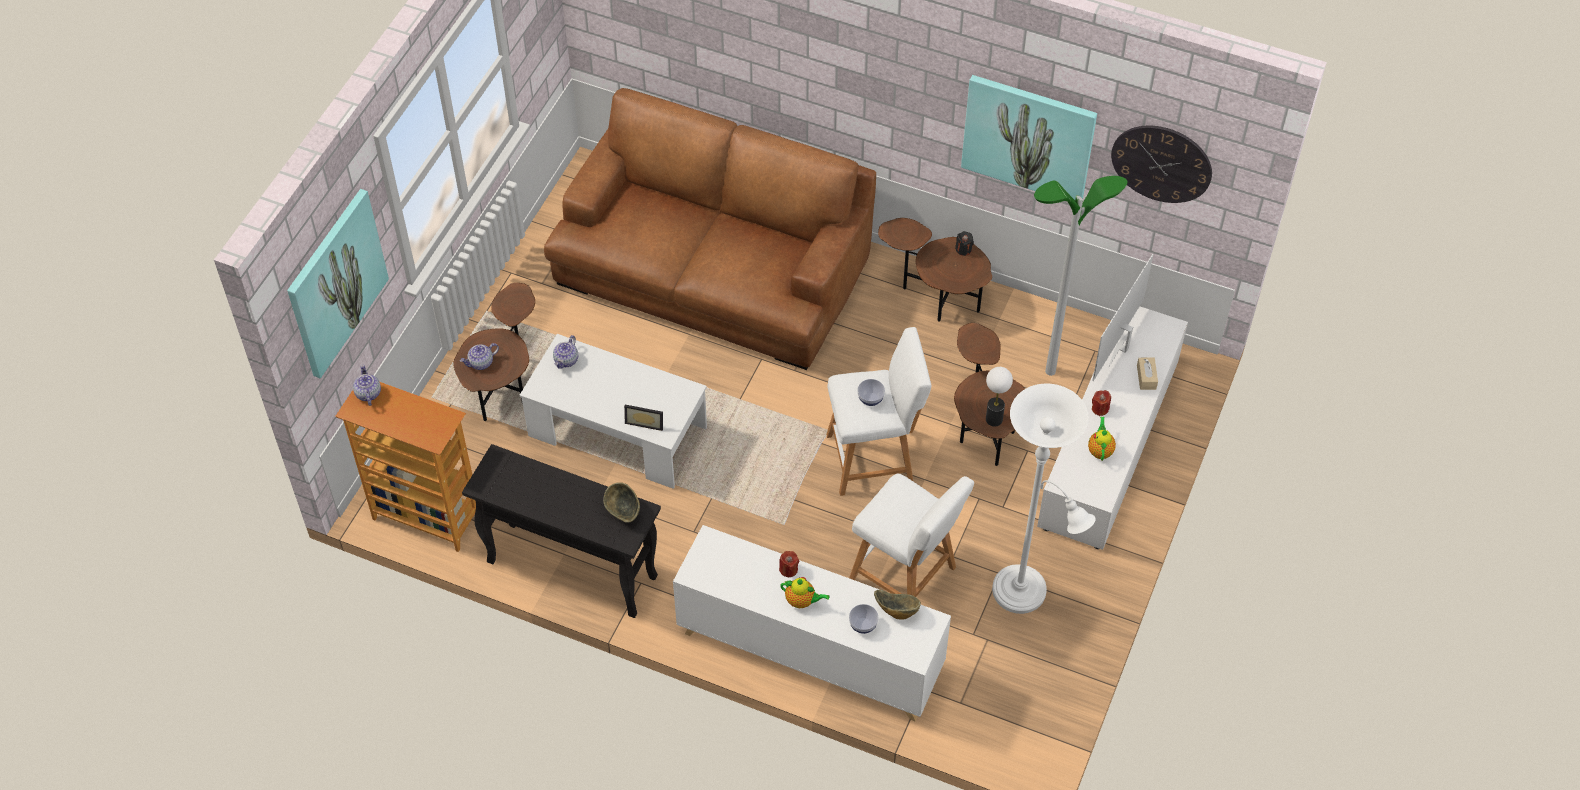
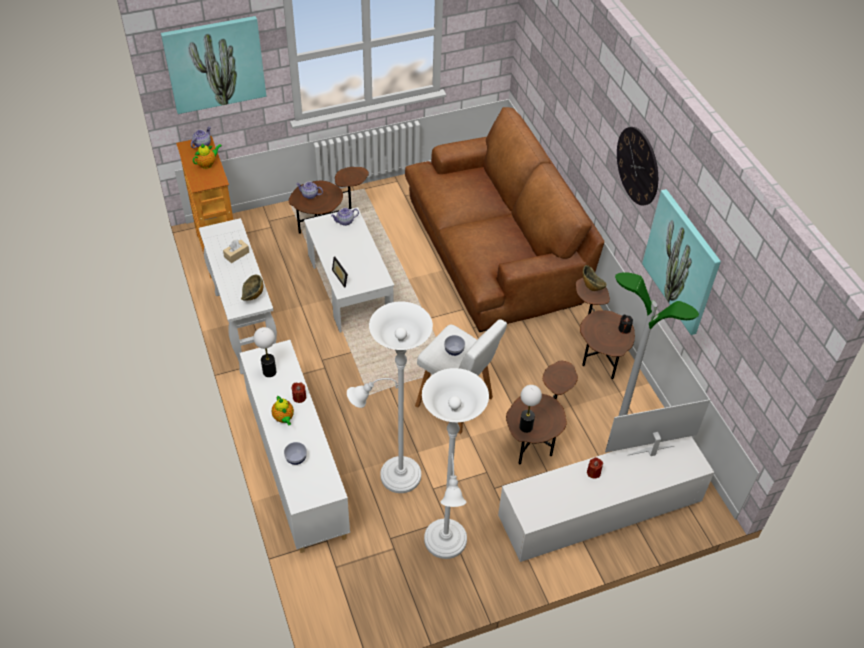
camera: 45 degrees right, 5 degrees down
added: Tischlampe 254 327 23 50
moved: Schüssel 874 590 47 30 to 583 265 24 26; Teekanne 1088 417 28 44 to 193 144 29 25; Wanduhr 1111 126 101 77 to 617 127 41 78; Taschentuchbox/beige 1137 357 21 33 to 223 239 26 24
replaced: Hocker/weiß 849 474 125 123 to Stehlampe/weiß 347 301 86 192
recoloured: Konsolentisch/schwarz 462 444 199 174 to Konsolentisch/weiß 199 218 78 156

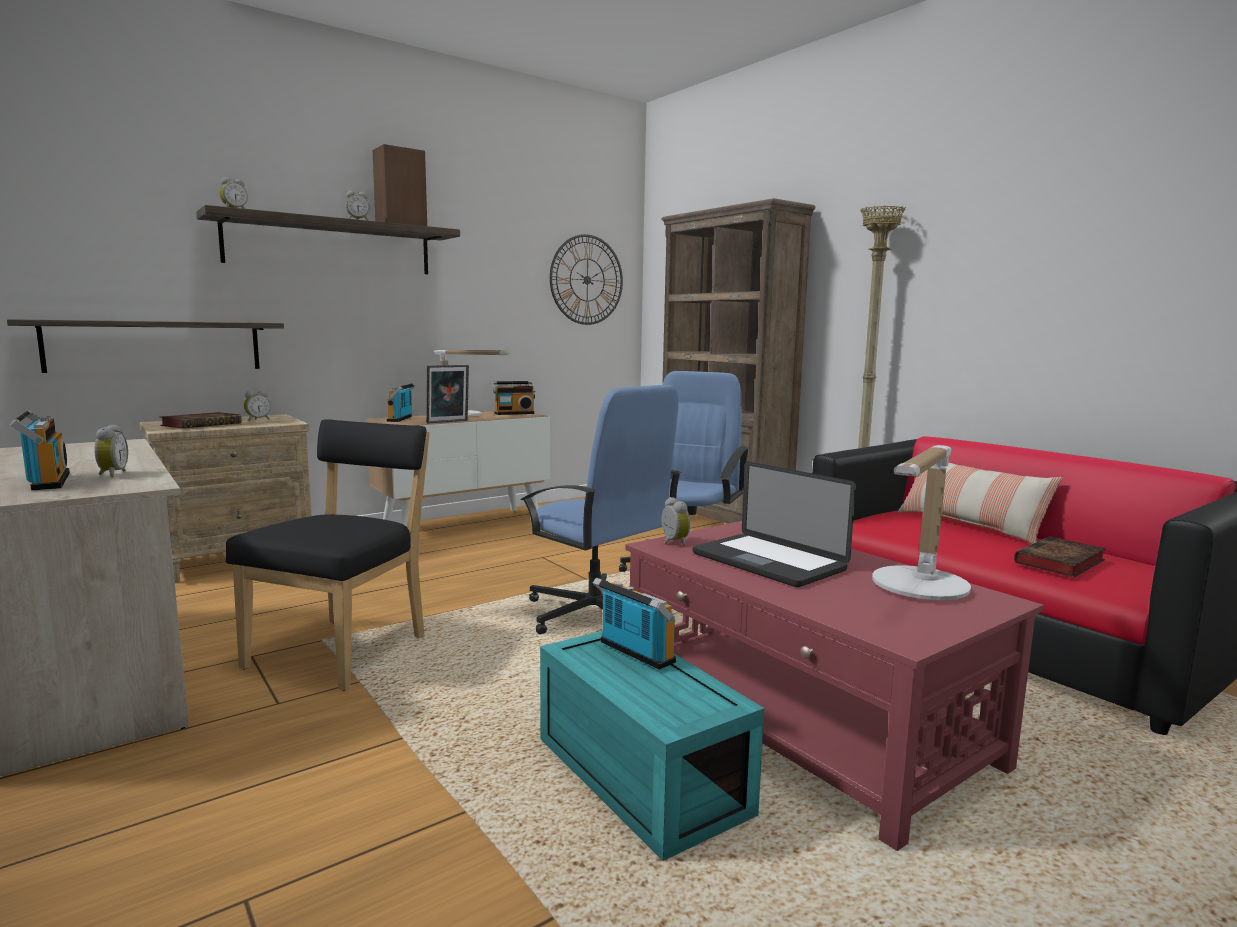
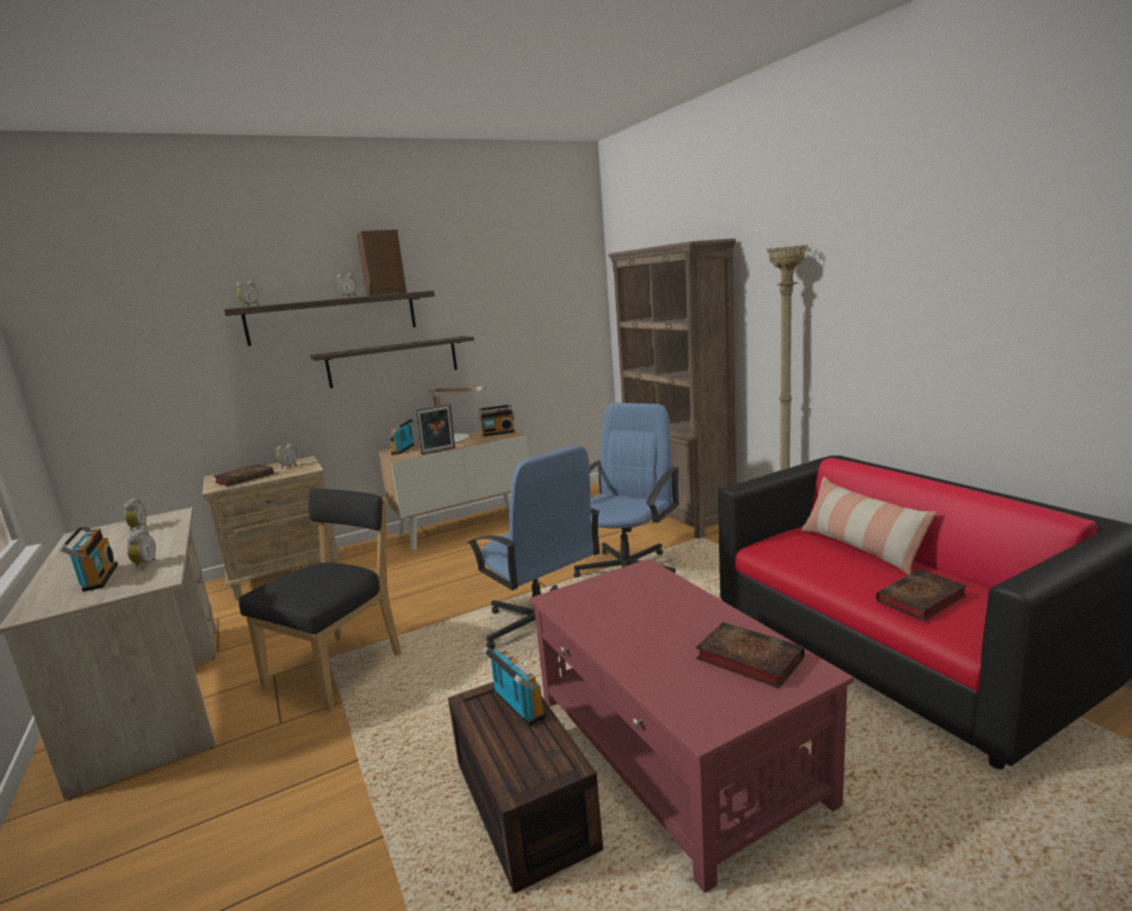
camera: 10 degrees right, 5 degrees up
removed: Wanduhr 550 234 73 91; Laptop 693 462 163 125
moved: Wandregal 7 319 277 54 to 310 336 164 52; Wecker 662 497 28 49 to 124 498 22 33
replaced: Tischlampe 872 445 99 155 to Buch 696 622 109 66
recoloured: Aufbewahrungsbox/türkis 540 631 224 230 to Aufbewahrungsbox/braun 448 682 155 211

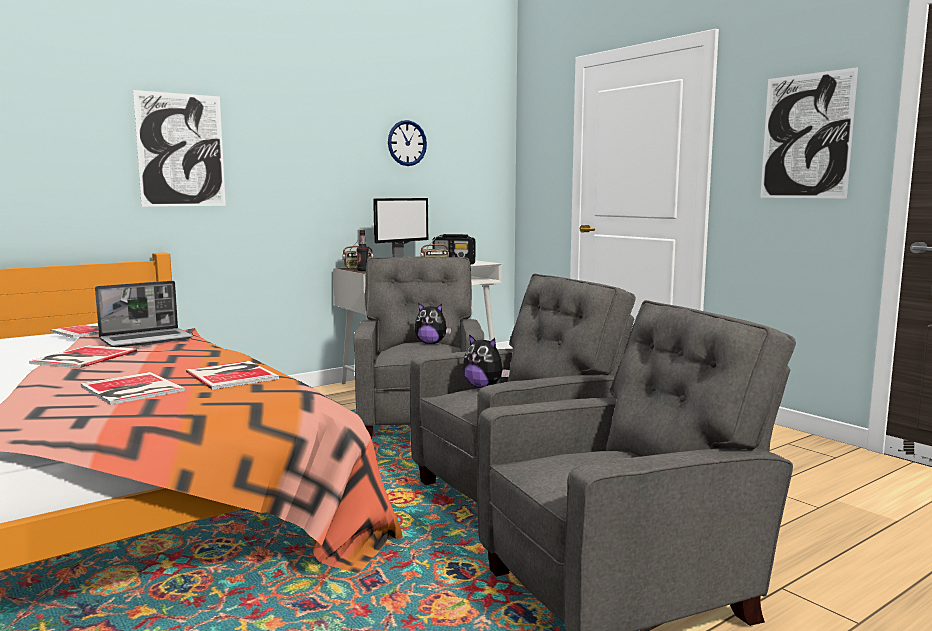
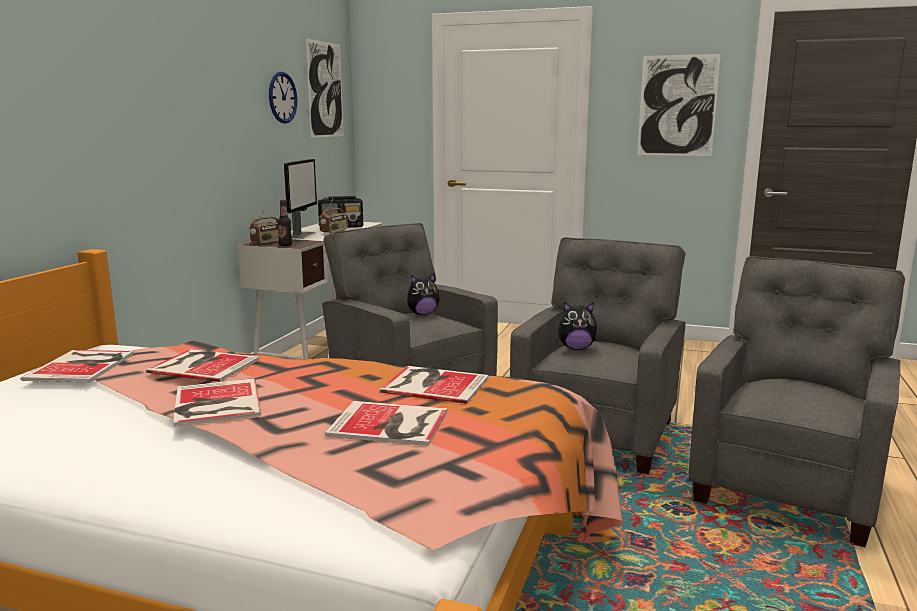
camera: 35 degrees left, 5 degrees up
moved: Bild 133 90 93 117 to 306 38 38 100
replaced: Laptop 95 281 98 66 to Buch 146 349 113 33

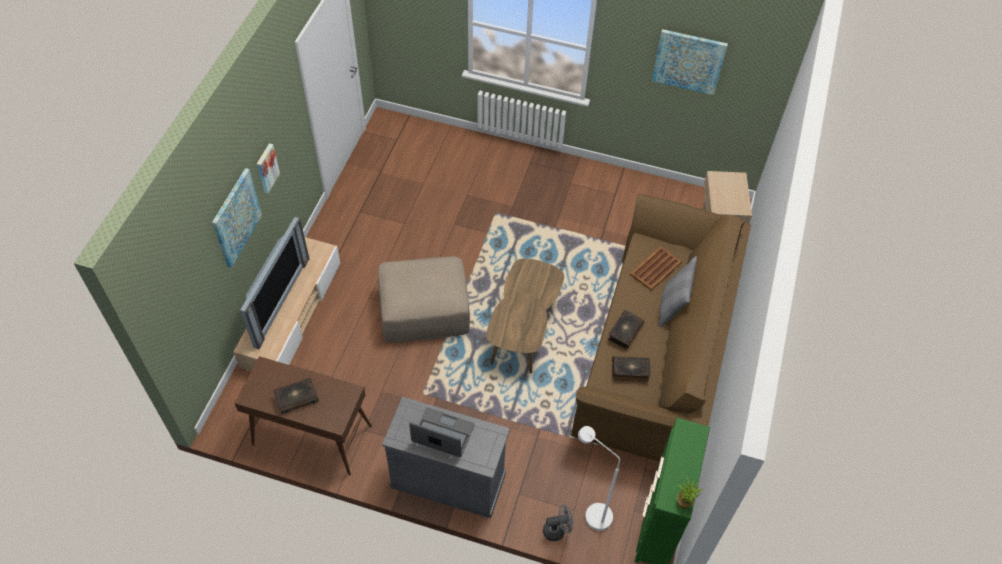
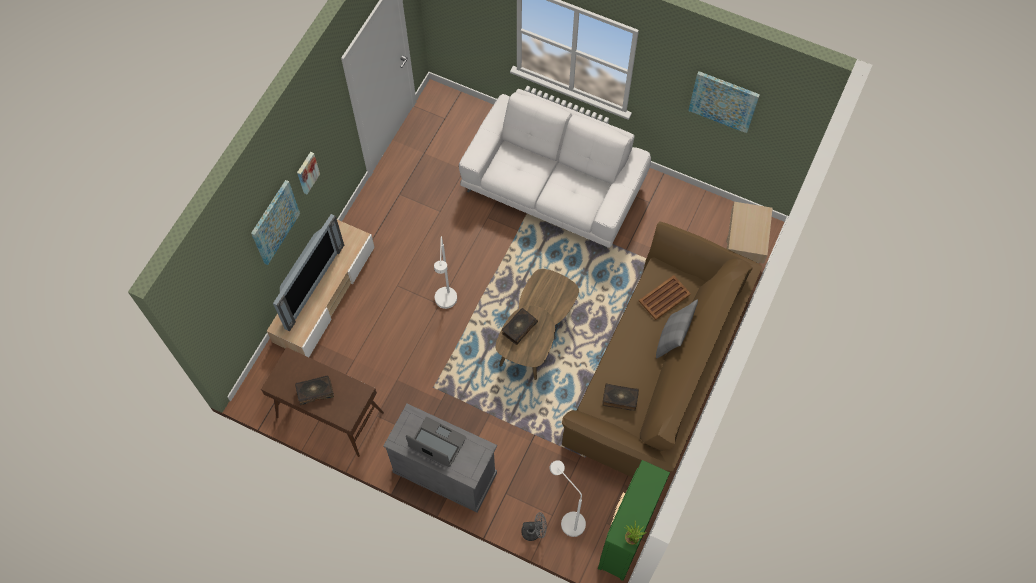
camera: 10 degrees right, 10 degrees up
added: Sofa/weiß 459 89 192 161
moved: Buch 607 310 37 39 to 502 308 36 37
replaced: Polsterhocker/beige 378 256 92 87 to Stehlampe/weiß 434 236 23 73

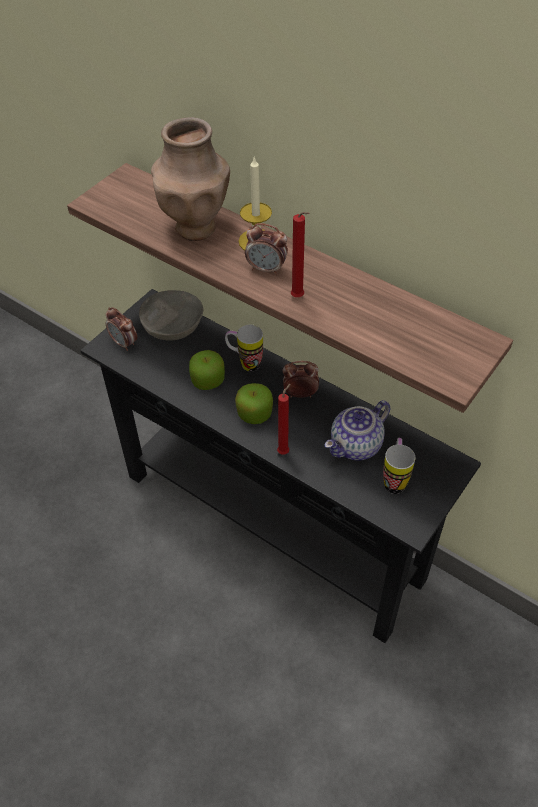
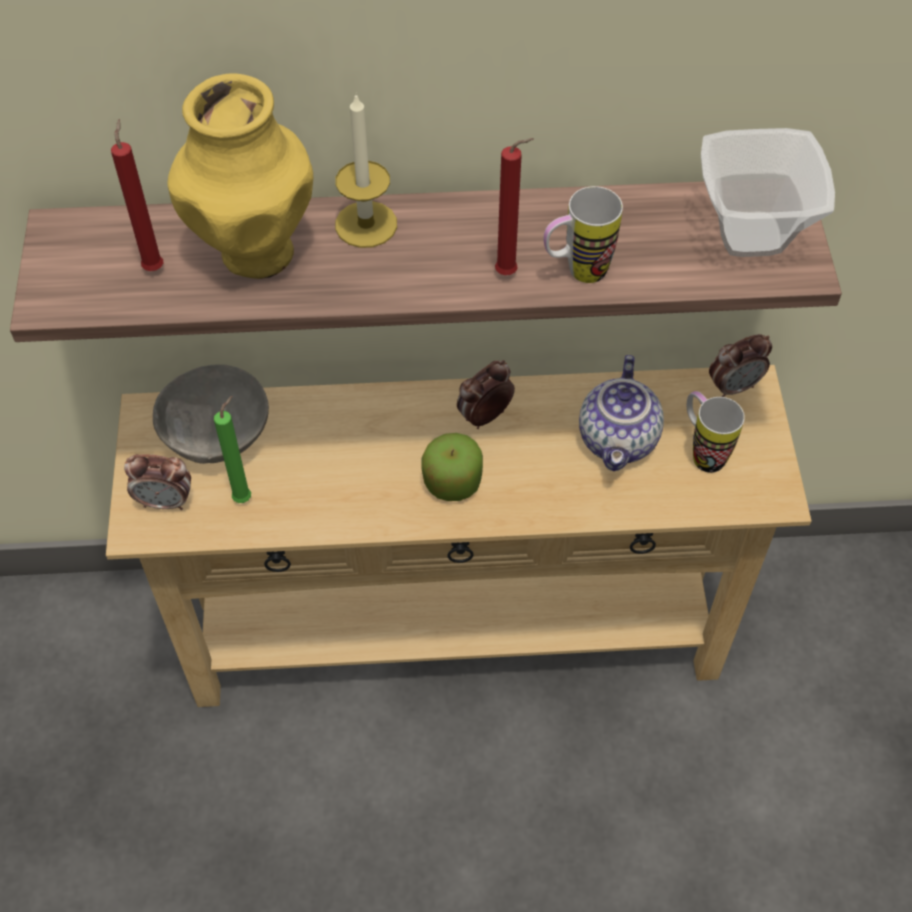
camera: 40 degrees left, 5 degrees up
removed: Apfel 189 350 36 40
added: Kerze/grün 214 396 37 107; Schüssel 701 128 134 129
moved: Henkelbecher 225 325 38 47 to 544 186 79 97; Wecker 245 223 43 52 to 709 334 63 63; Kerze/rot 277 384 13 71 to 111 119 52 152
recoloured: Konsolentisch/schwarz 80 289 401 354 to Konsolentisch/beige 106 365 705 342; Vase/braun 151 117 79 124 to Vase/gelb 167 73 146 206

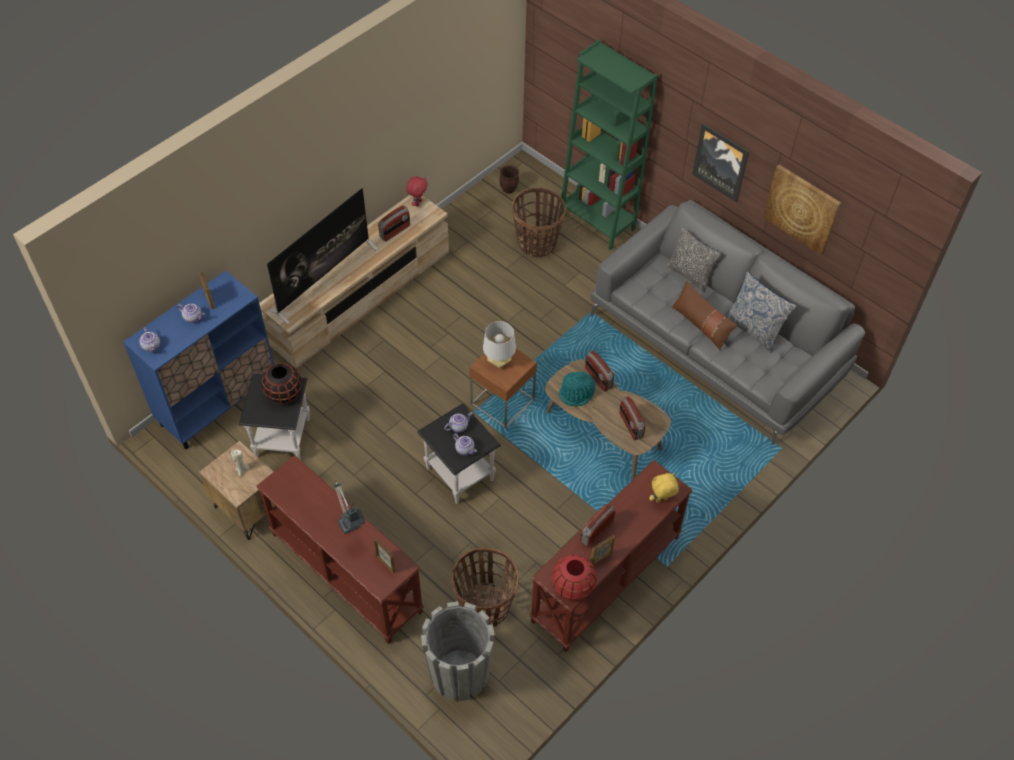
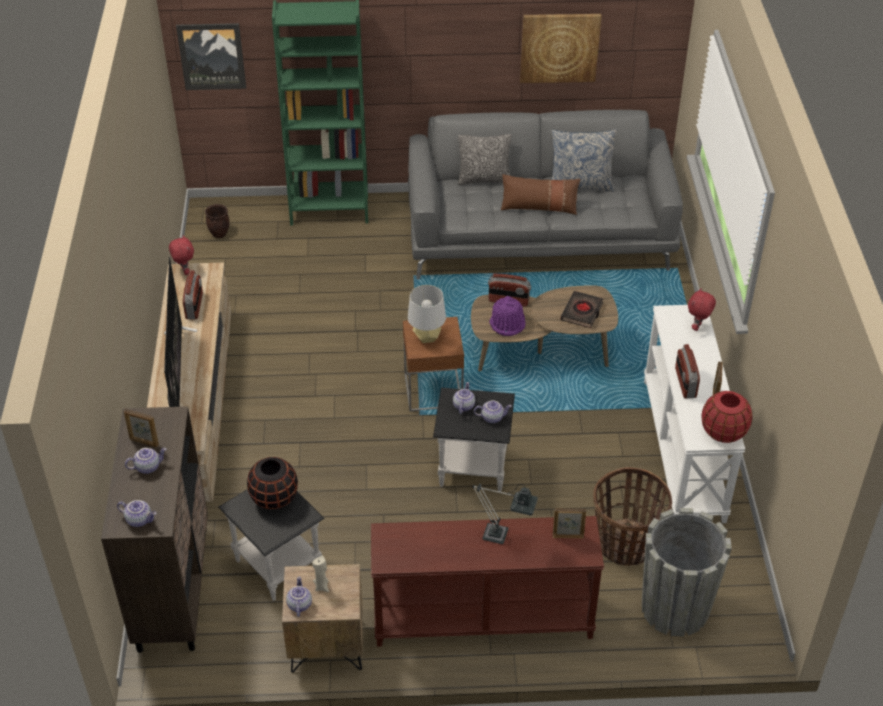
camera: 45 degrees left, 10 degrees down
removed: Korb 512 188 54 70
added: Teekanne 286 576 26 41
moved: Bild 692 123 57 79 to 176 23 70 67
replaced: Radio 619 396 27 44 to Buch/schwarz 560 291 43 37
recoloured: Schrank/blau 123 270 151 179 to Schrank/braun 101 406 107 247; Konsolentisch/braun 530 460 163 192 to Konsolentisch/weiß 644 305 101 218; Hut/türkis 559 372 36 34 to Hut/lila 490 296 35 40; Plüschtier/gelb 649 473 30 30 to Plüschtier/rot 688 288 28 43

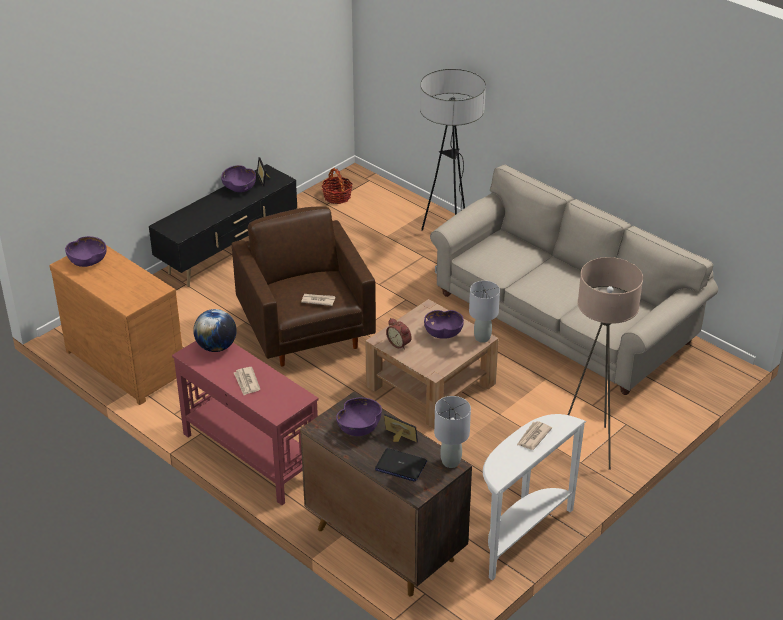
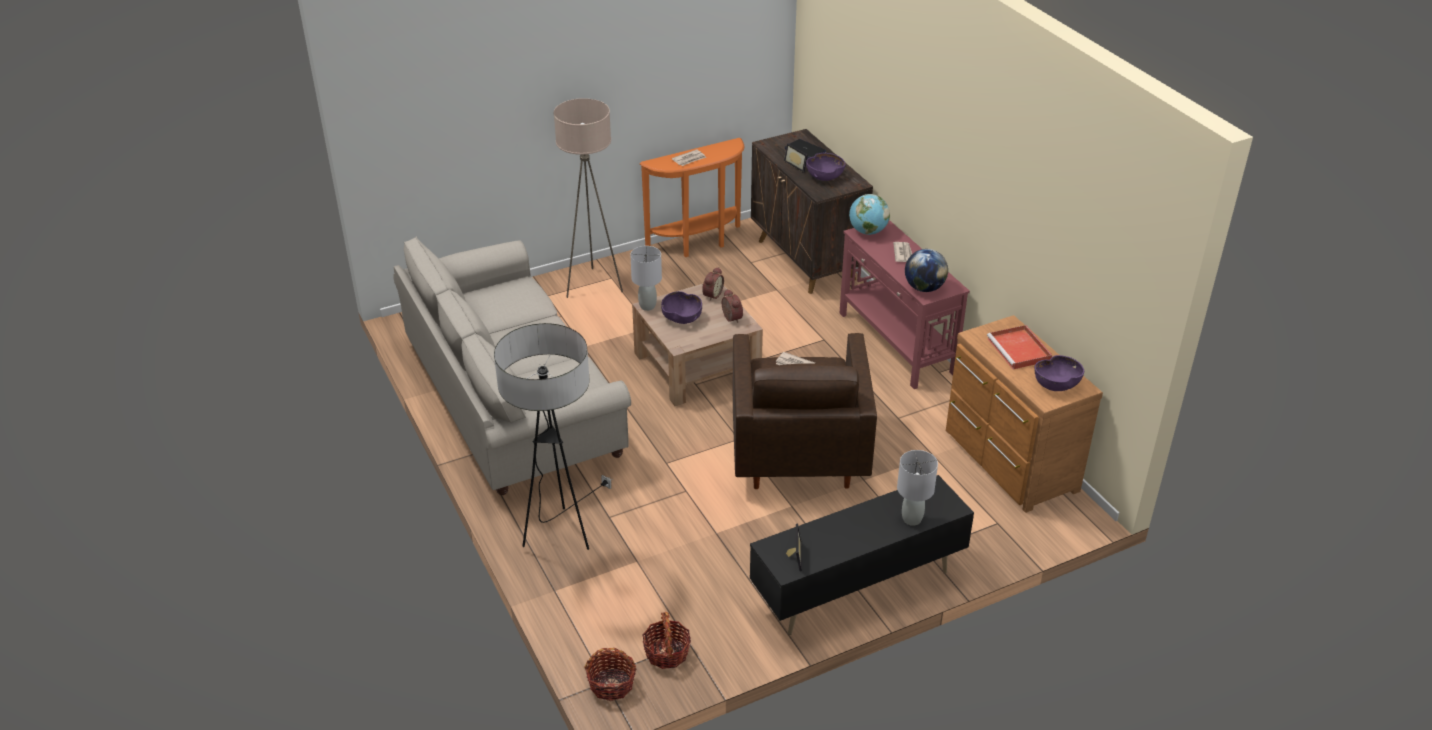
camera: 160 degrees left, 0 degrees up
removed: Schüssel/lila 221 165 35 27
added: Korb 584 648 52 53; Wecker 702 267 22 34; Globus 849 194 41 41; Tablett/rot 987 325 65 44
moved: Tischlampe/grau 434 396 37 72 to 897 450 41 76
recoloured: Konsolentisch/weiß 483 414 103 167 to Konsolentisch/orange 640 138 104 119

